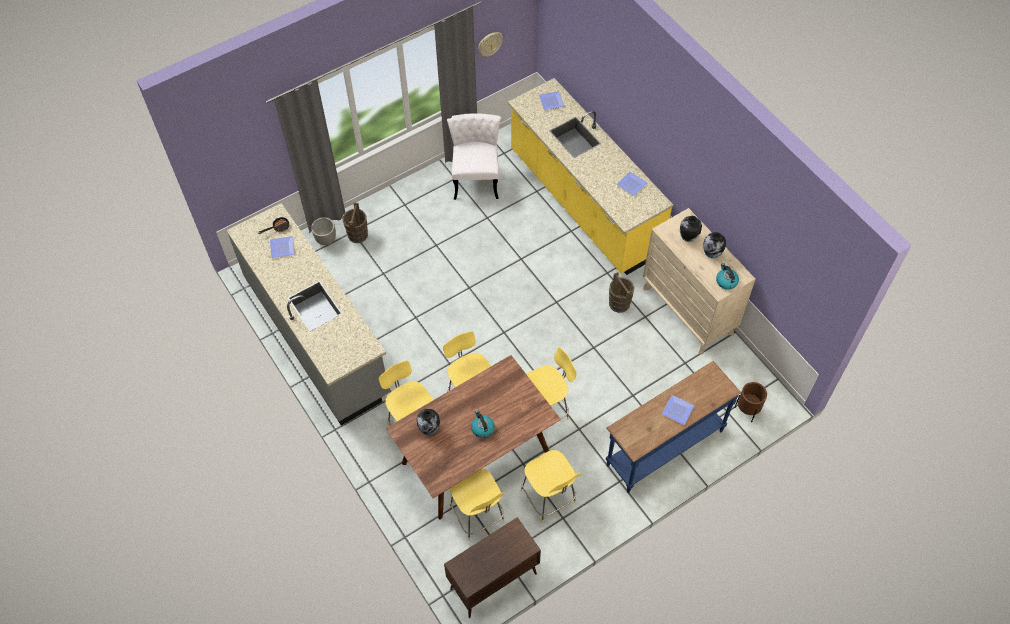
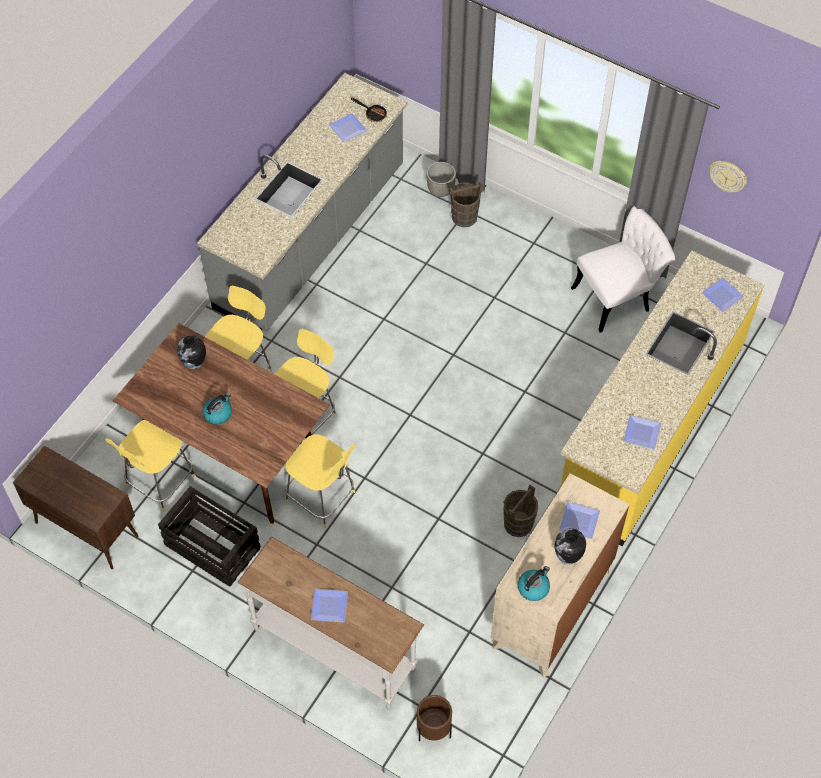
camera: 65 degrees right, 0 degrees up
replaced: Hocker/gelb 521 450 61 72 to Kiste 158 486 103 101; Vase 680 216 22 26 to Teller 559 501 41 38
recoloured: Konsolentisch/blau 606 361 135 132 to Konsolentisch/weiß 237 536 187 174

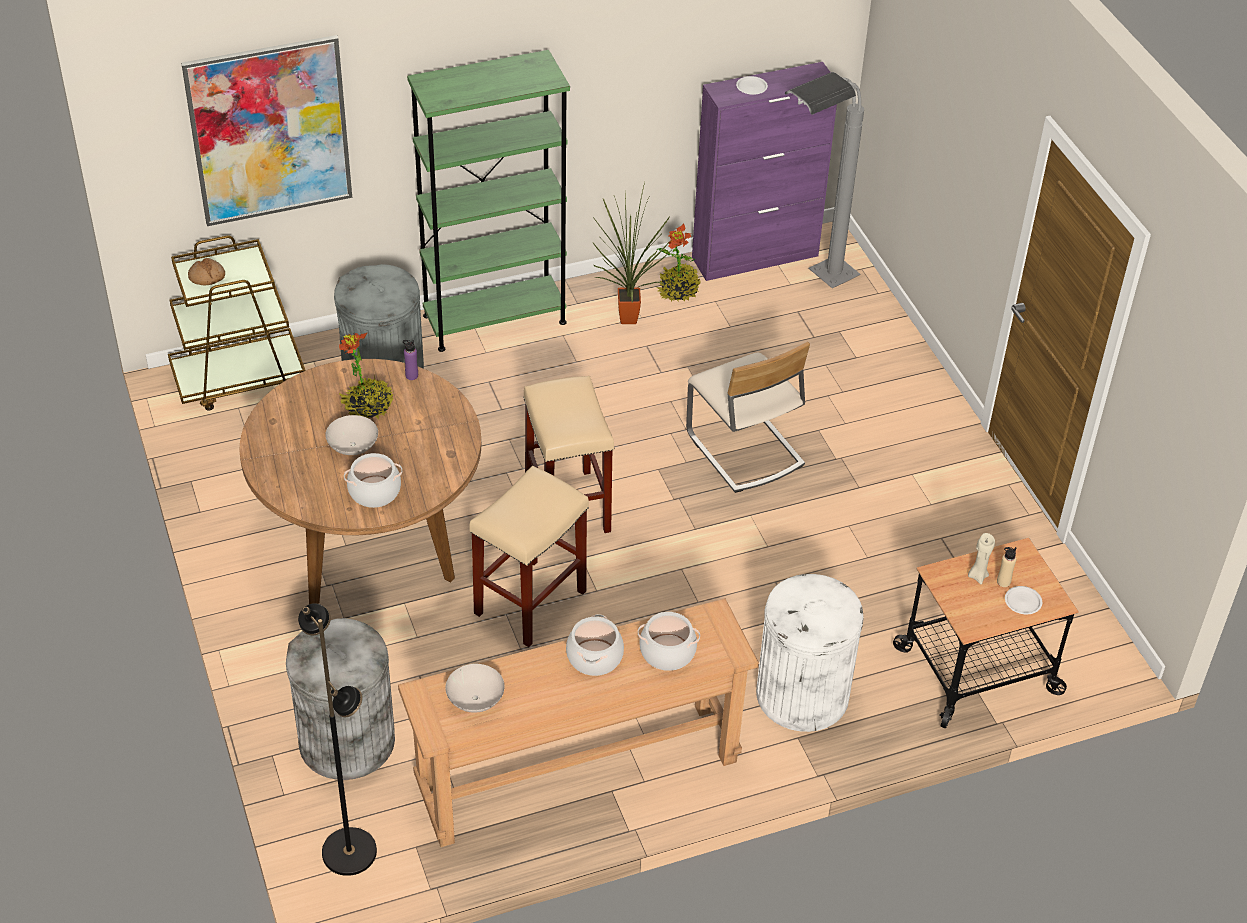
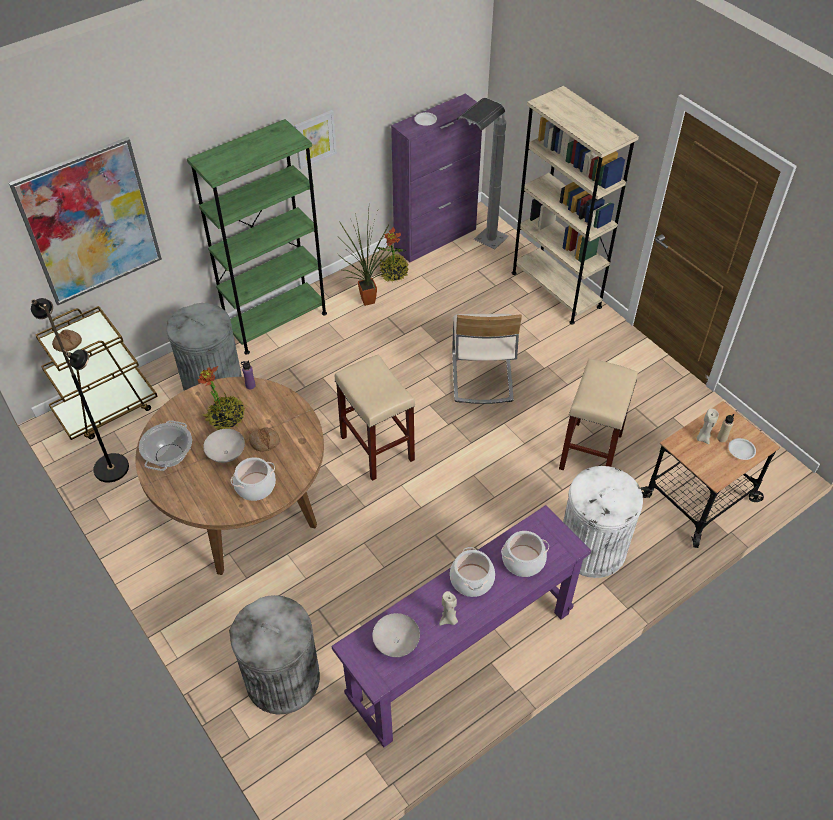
camera: 15 degrees left, 5 degrees up
added: Kochtopf 139 420 53 51; Brot 249 428 31 24; Bild 294 110 43 59; Kerze/beige 439 591 19 35; Bücherregal/beige 512 86 127 239
moved: Stehlampe/schwarz 298 603 79 273 to 31 298 98 184; Hocker/beige 469 466 120 181 to 559 359 79 111
recoloured: Konsolentisch/braun 398 598 361 249 to Konsolentisch/lila 331 505 260 243
turned: Stuhl/beige 686 341 124 152 = 452 314 70 90 45 degrees clockwise

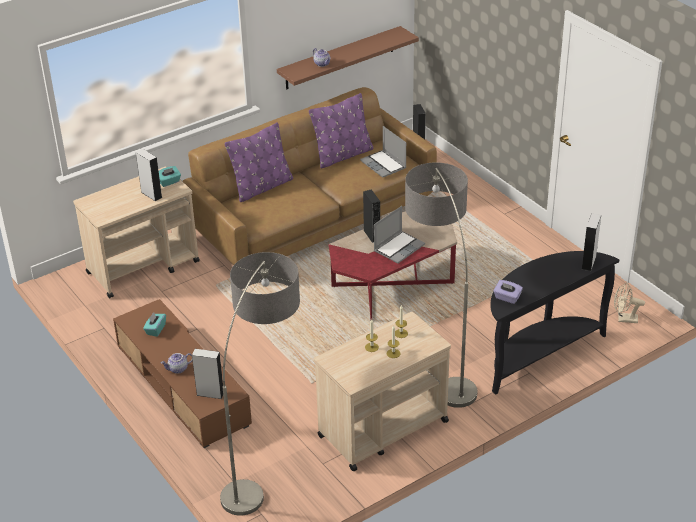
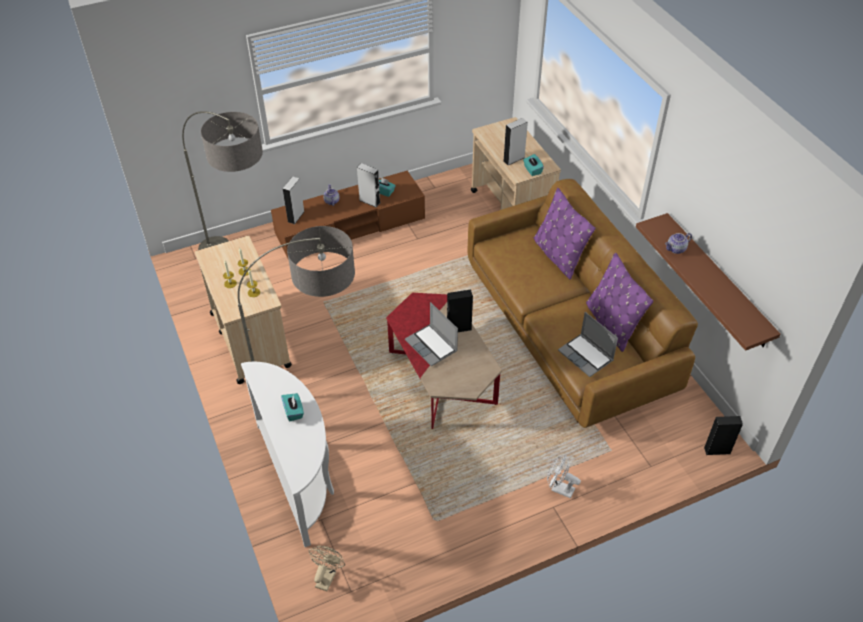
camera: 100 degrees right, 10 degrees up
removed: Taschentuchbox/lila 493 280 30 24
added: Taschentuchbox/türkis 281 393 23 28; Ventilator/weiß 547 455 34 43
moved: Lautsprecher/grau 582 213 19 58 to 357 163 23 44
recoloured: Konsolentisch/schwarz 490 251 129 143 to Konsolentisch/weiß 241 362 93 185
turned: Laptop 360 126 46 52 = 558 312 60 65 105 degrees counterclockwise

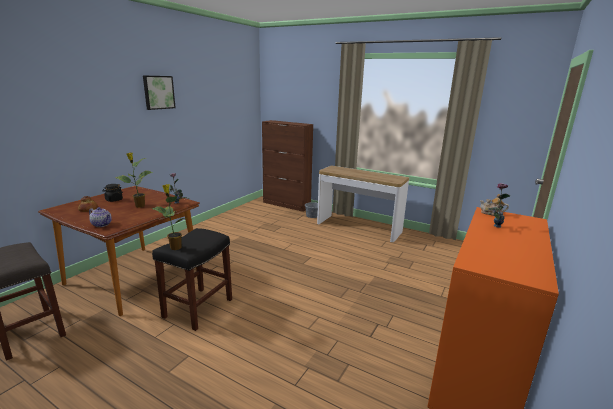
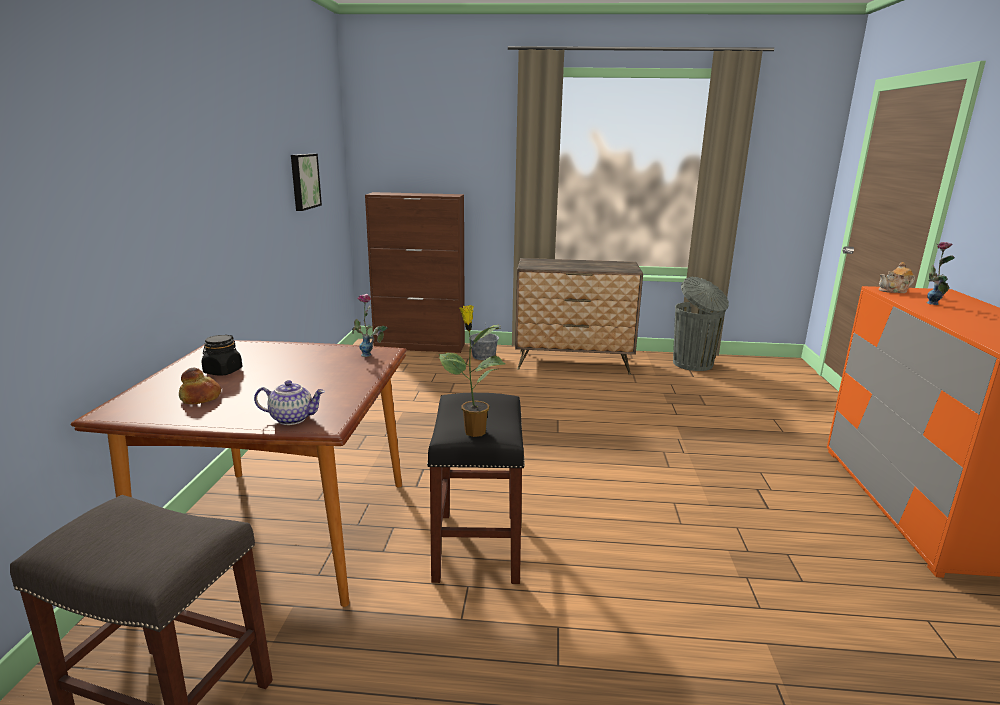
camera: 25 degrees left, 0 degrees up
removed: Topfpflanze 115 153 38 55
added: Mülleimer/grau 673 277 56 94
moved: Bild 143 75 33 35 to 291 154 31 57
replaced: Konsolentisch 317 165 92 77 to Kommode 515 258 128 117

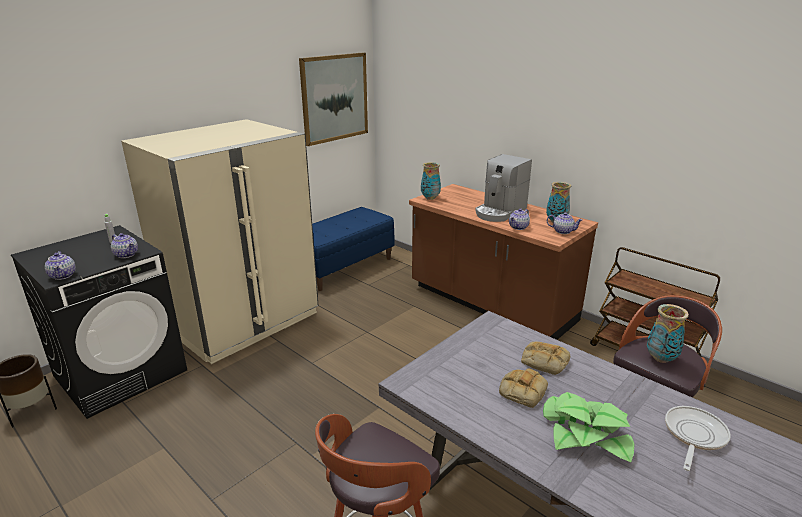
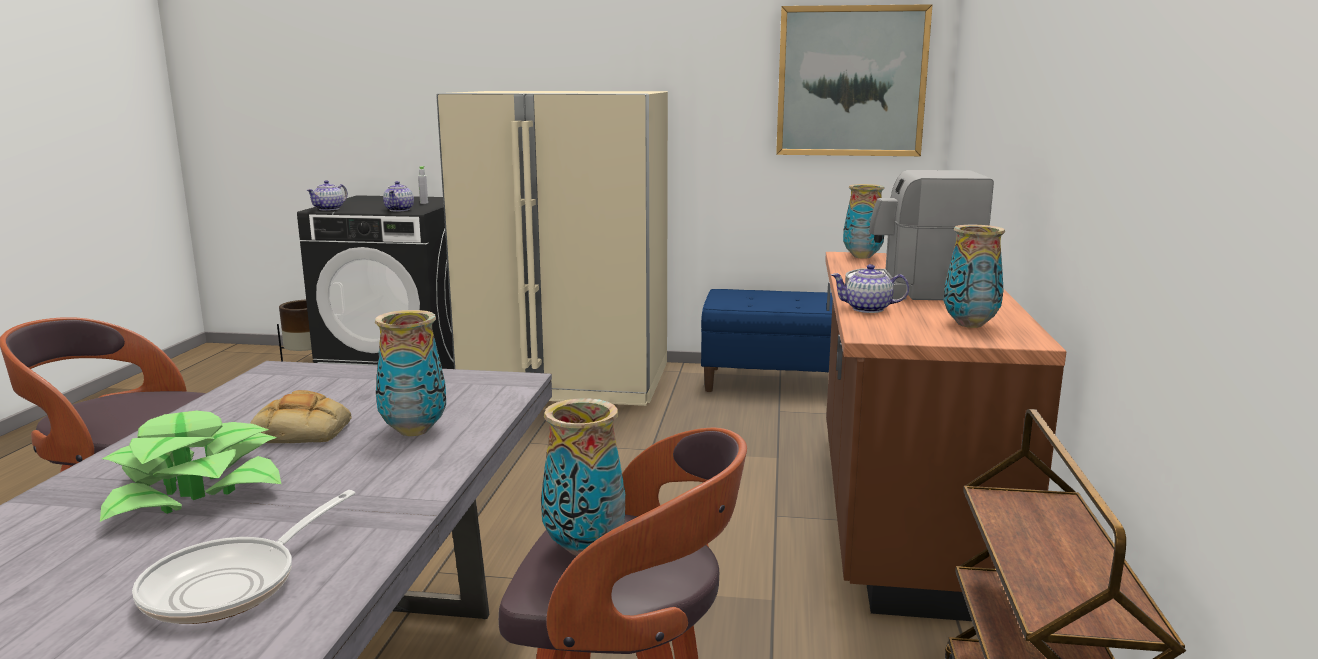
camera: 55 degrees right, 10 degrees down
removed: Teekanne 547 213 36 21
replaced: Brot 521 342 49 33 to Vase 375 310 71 126
turned: Pfanne 665 406 66 65 = 132 490 223 134 120 degrees clockwise

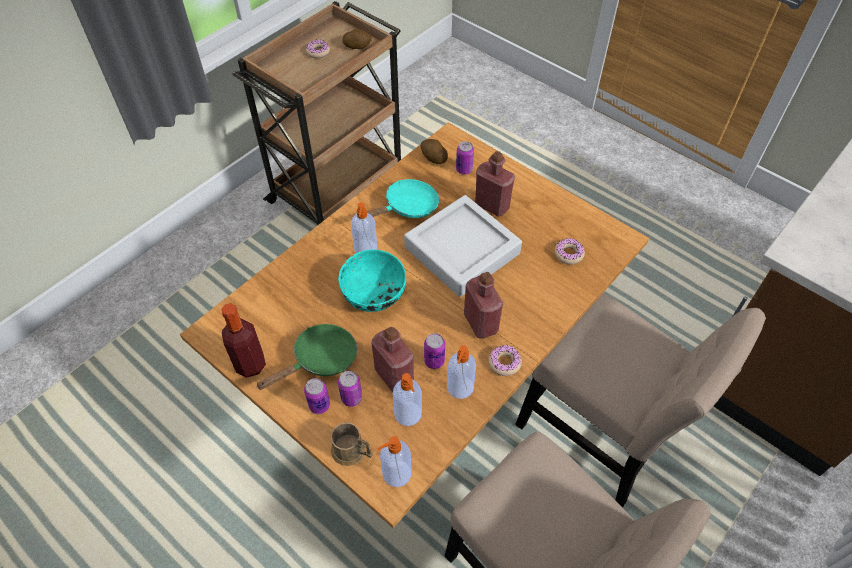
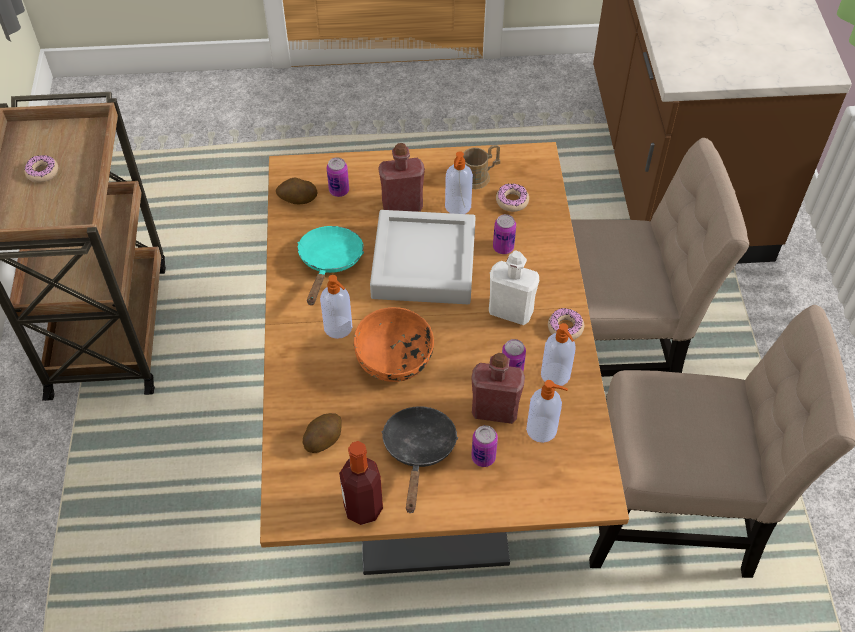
camera: 45 degrees left, 0 degrees up
moved: Dose 304 378 26 36 to 493 214 23 40; Henkelbecher/braun 331 422 42 44 to 463 145 37 44; Kartoffel 343 29 29 20 to 302 413 40 40; Seifenspender 377 436 34 51 to 445 151 28 63
recoloured: Pfanne/grün 256 324 101 66 to Pfanne/schwarz 381 406 77 107; Schüssel/türkis 338 249 68 63 to Schüssel/orange 354 307 80 75; Flasche/rot 464 272 39 67 to Flasche/weiß 489 250 50 75

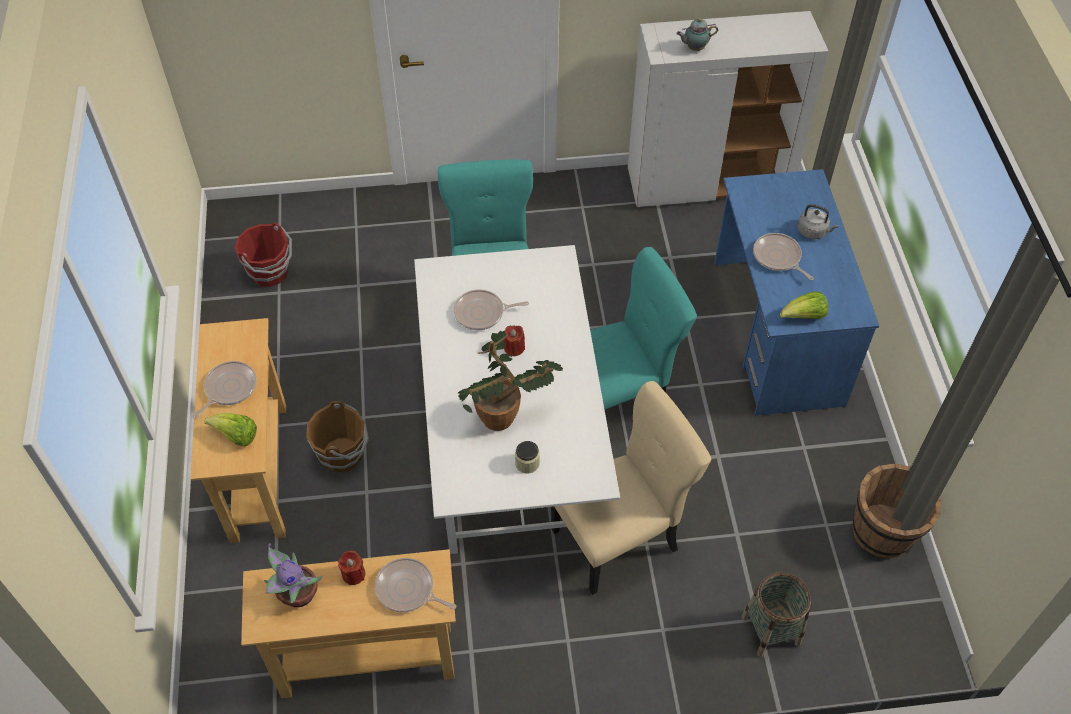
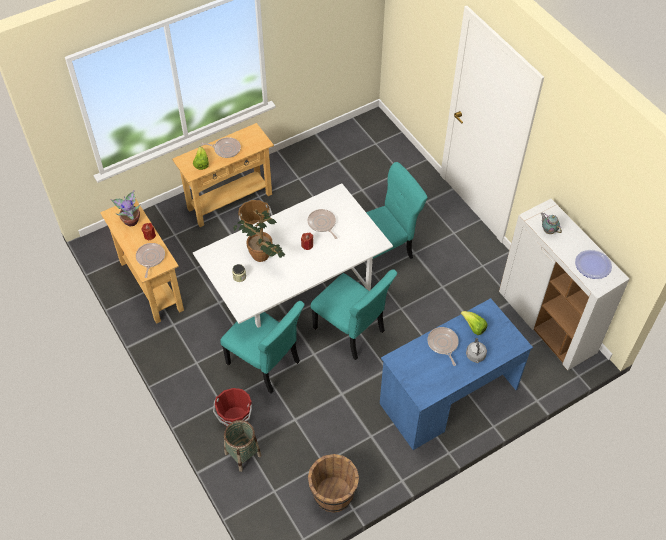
camera: 65 degrees right, 0 degrees up
added: Teller 575 250 37 29
moved: Eimer/rot 234 222 58 65 to 213 388 39 39; Salatkopf 780 291 48 28 to 461 311 26 24
recoloured: Stuhl/beige 551 381 160 214 to Stuhl/türkis 220 301 84 93
turned: Pfanne 753 233 61 47 = 427 327 32 39 45 degrees counterclockwise

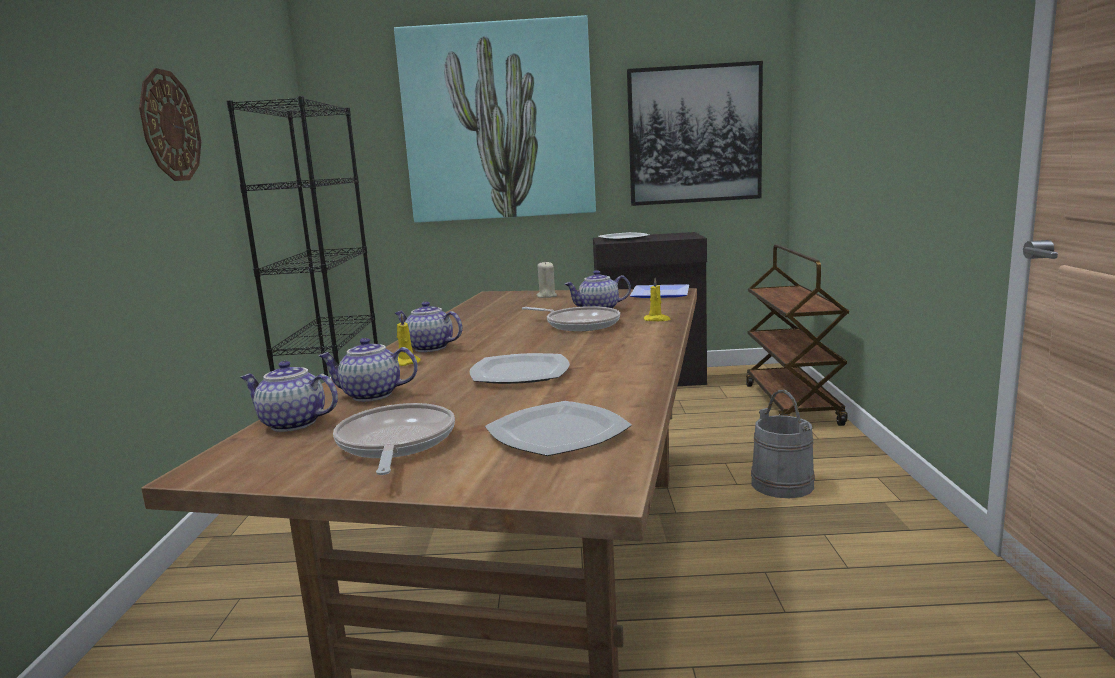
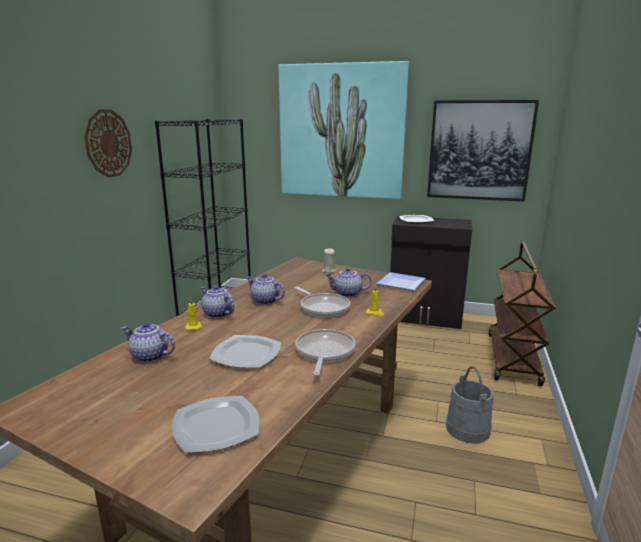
camera: 15 degrees right, 5 degrees up
moved: Teekanne 241 361 97 71 to 246 274 39 31; Pfanne 333 403 122 72 to 295 329 60 47

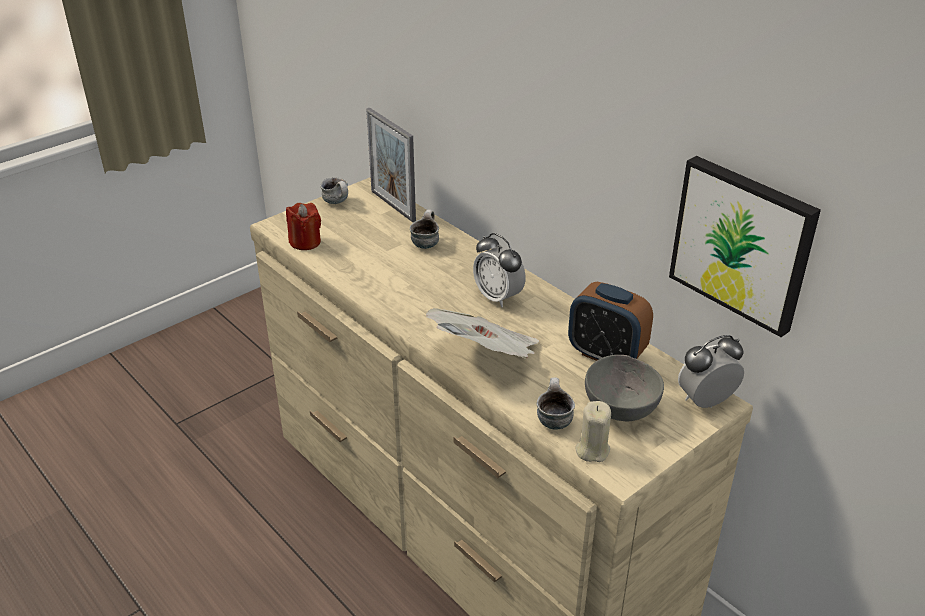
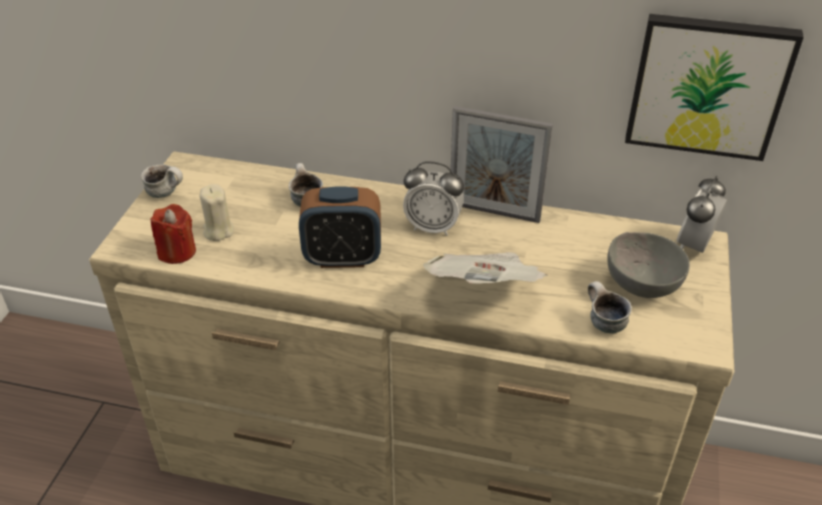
camera: 35 degrees left, 5 degrees up
moved: Bilderrahmen 366 108 50 114 to 451 106 102 117; Wecker 568 282 85 79 to 299 186 82 82; Kerze/beige 576 401 35 61 to 199 184 35 57

